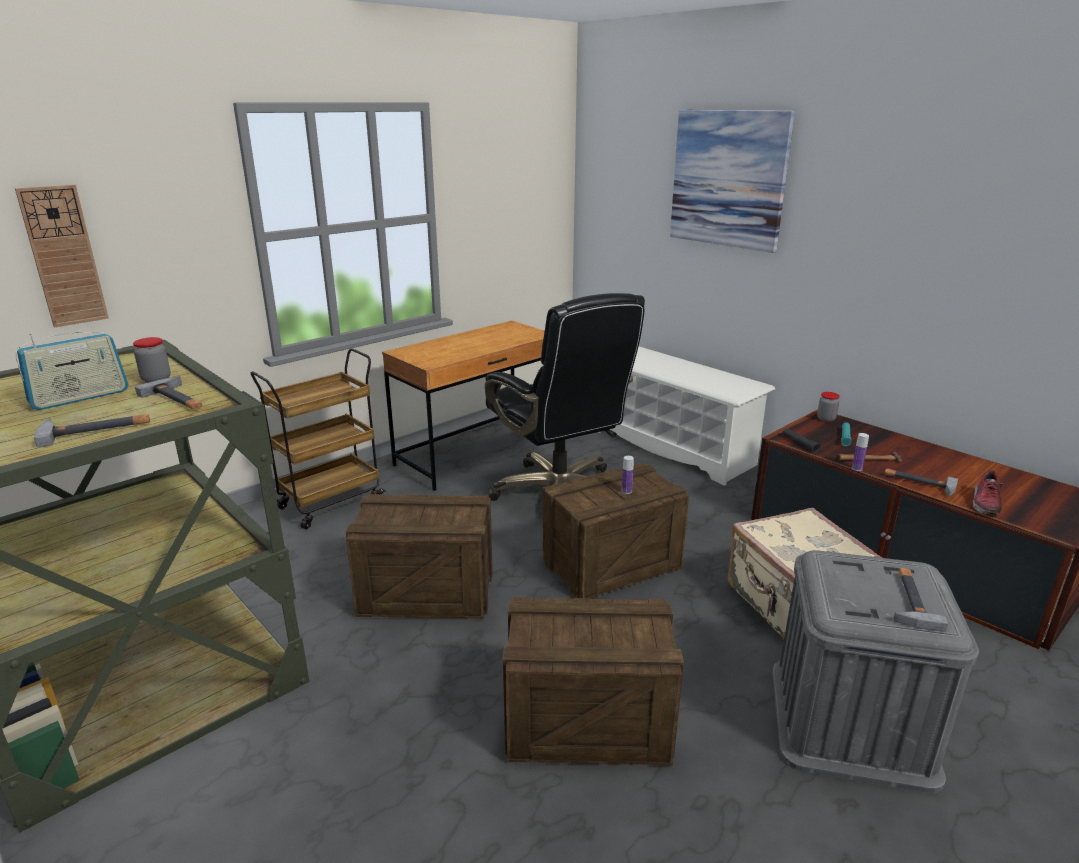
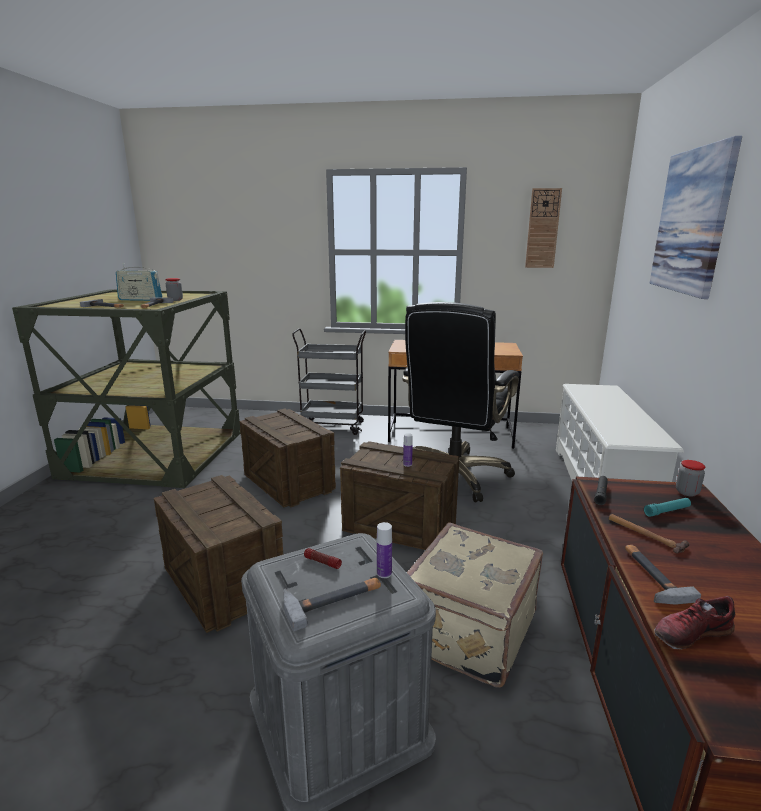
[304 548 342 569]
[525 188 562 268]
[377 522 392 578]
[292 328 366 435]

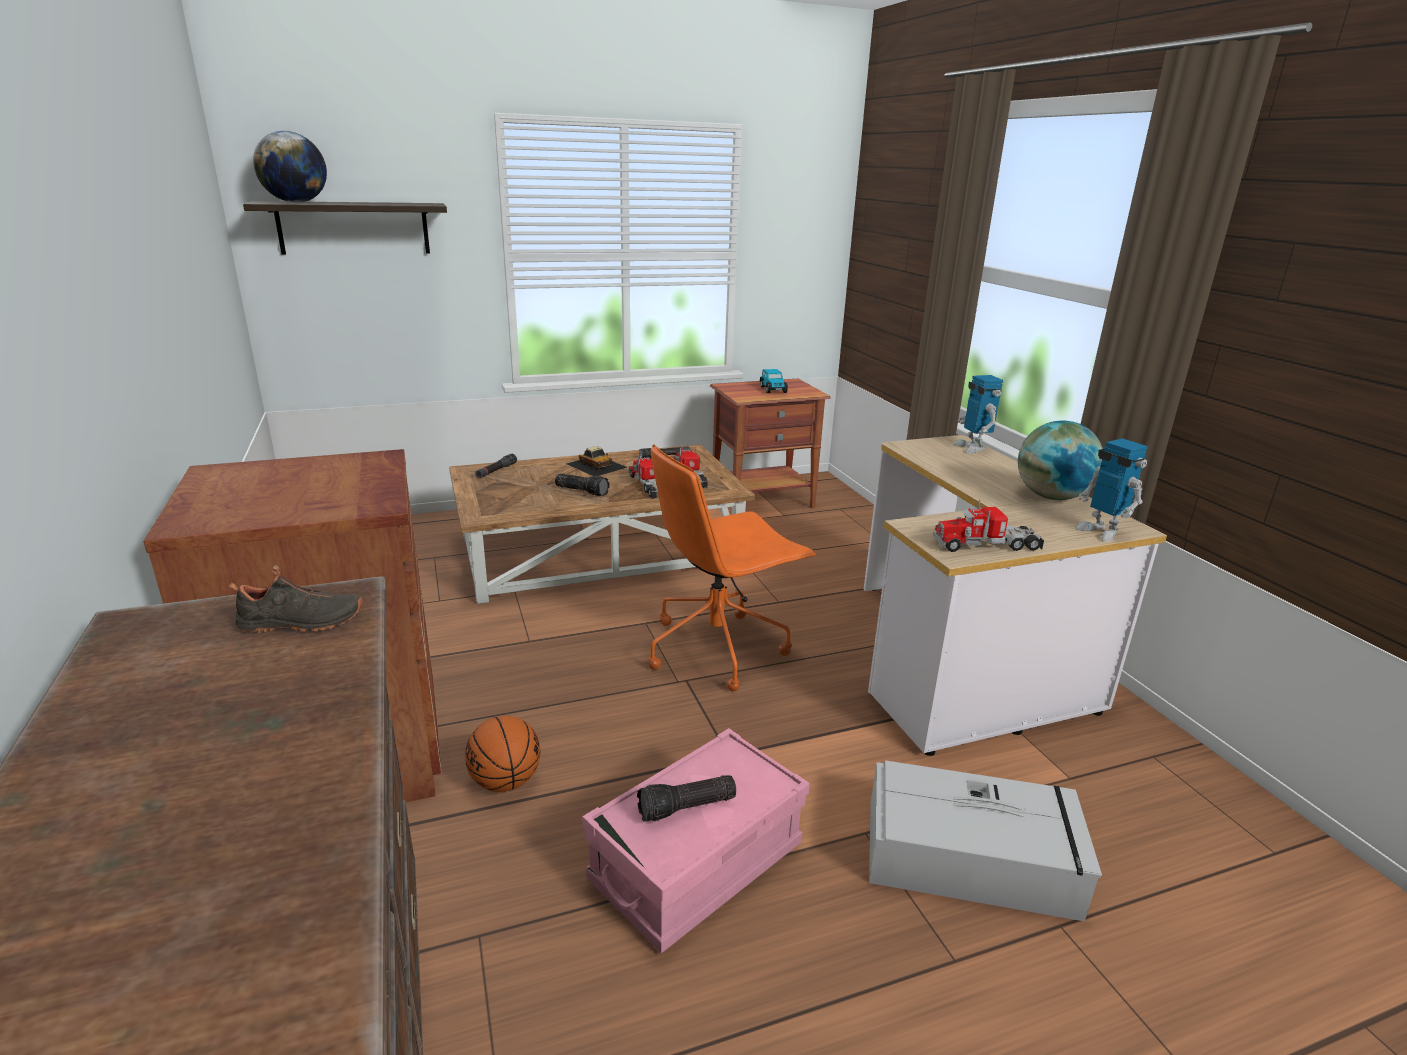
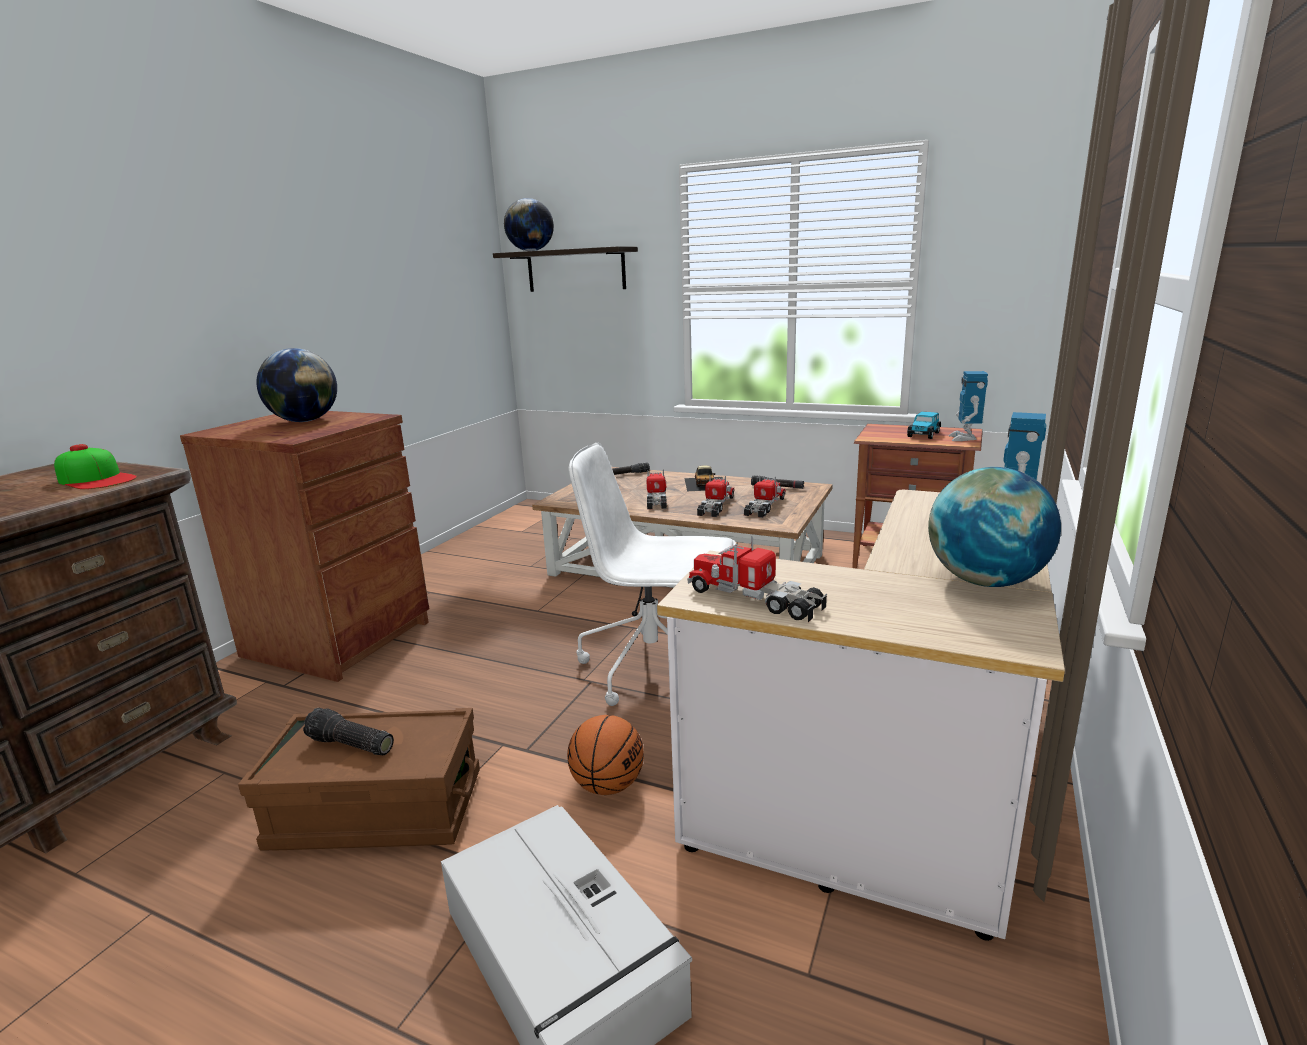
[256 348 337 422]
[567 715 644 795]
[949 371 988 441]
[54 444 137 489]
[646 470 667 509]
[238 708 480 851]
[568 443 736 706]

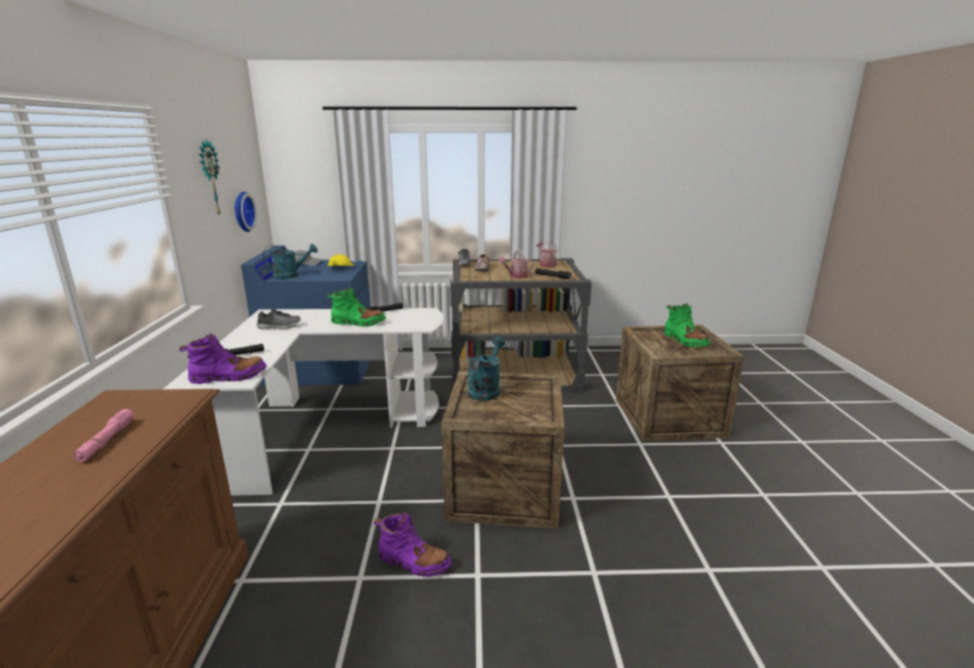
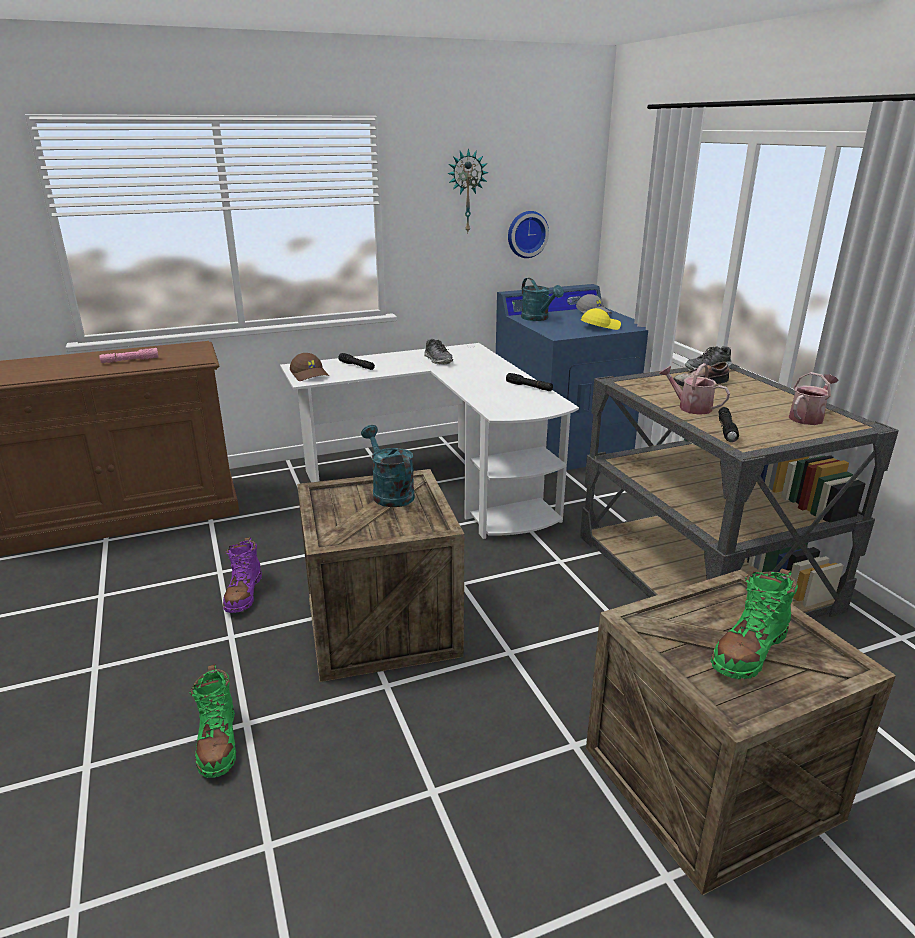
[189 664 236 778]
[290 353 329 381]
[361 425 415 507]

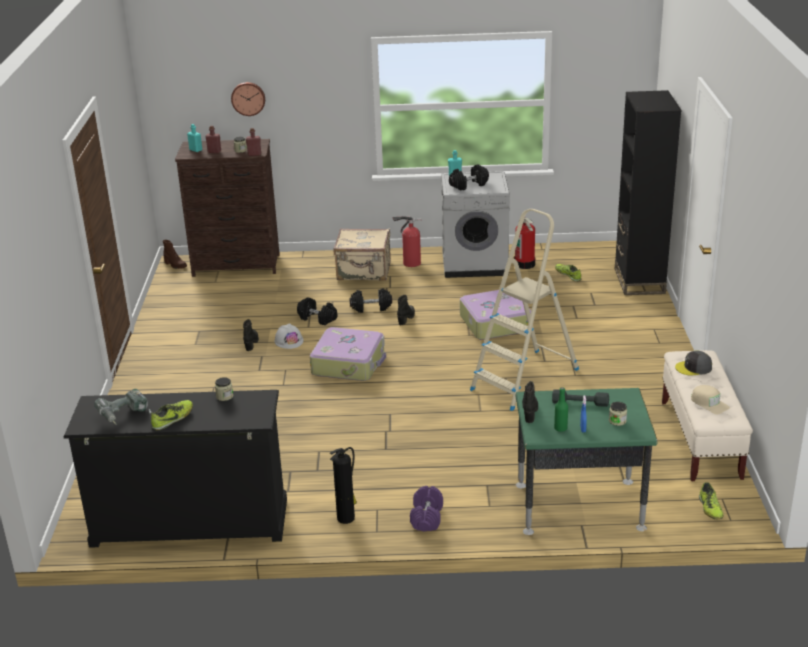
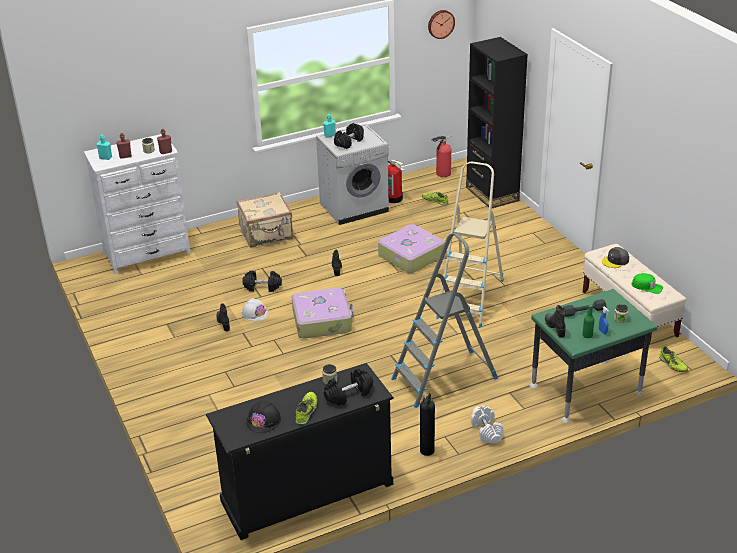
[163 240 187 269] (first image)
[391 233 498 408]
[428 10 455 39]
[324 369 373 406]
[431 135 451 177]
[246 401 281 433]
[84 134 190 274]
[471 405 504 443]
[631 273 663 294]

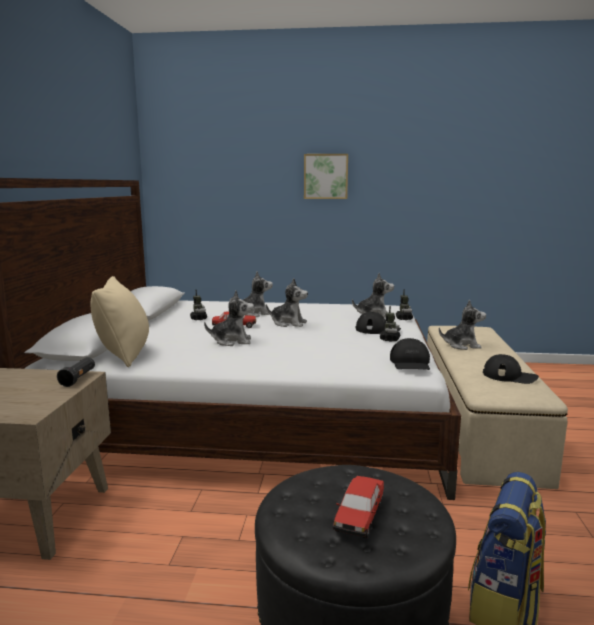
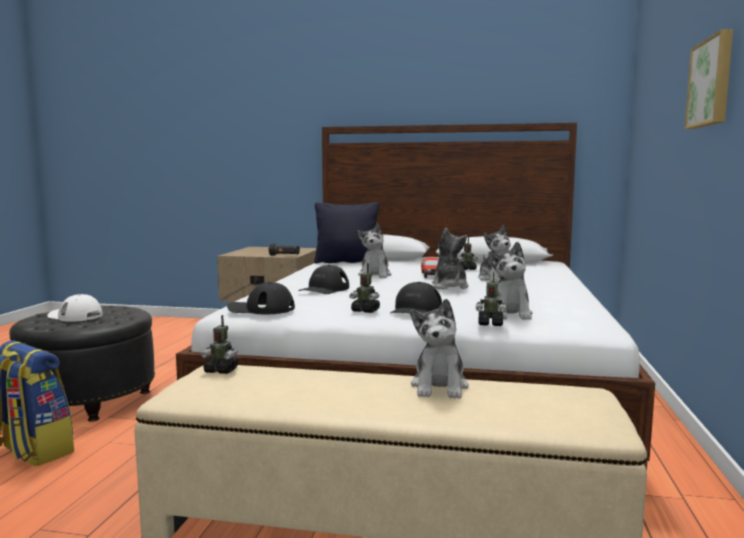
[201 315 239 374]
[298 265 349 294]
[47 294 103 322]
[314 202 379 264]
[432 228 469 290]

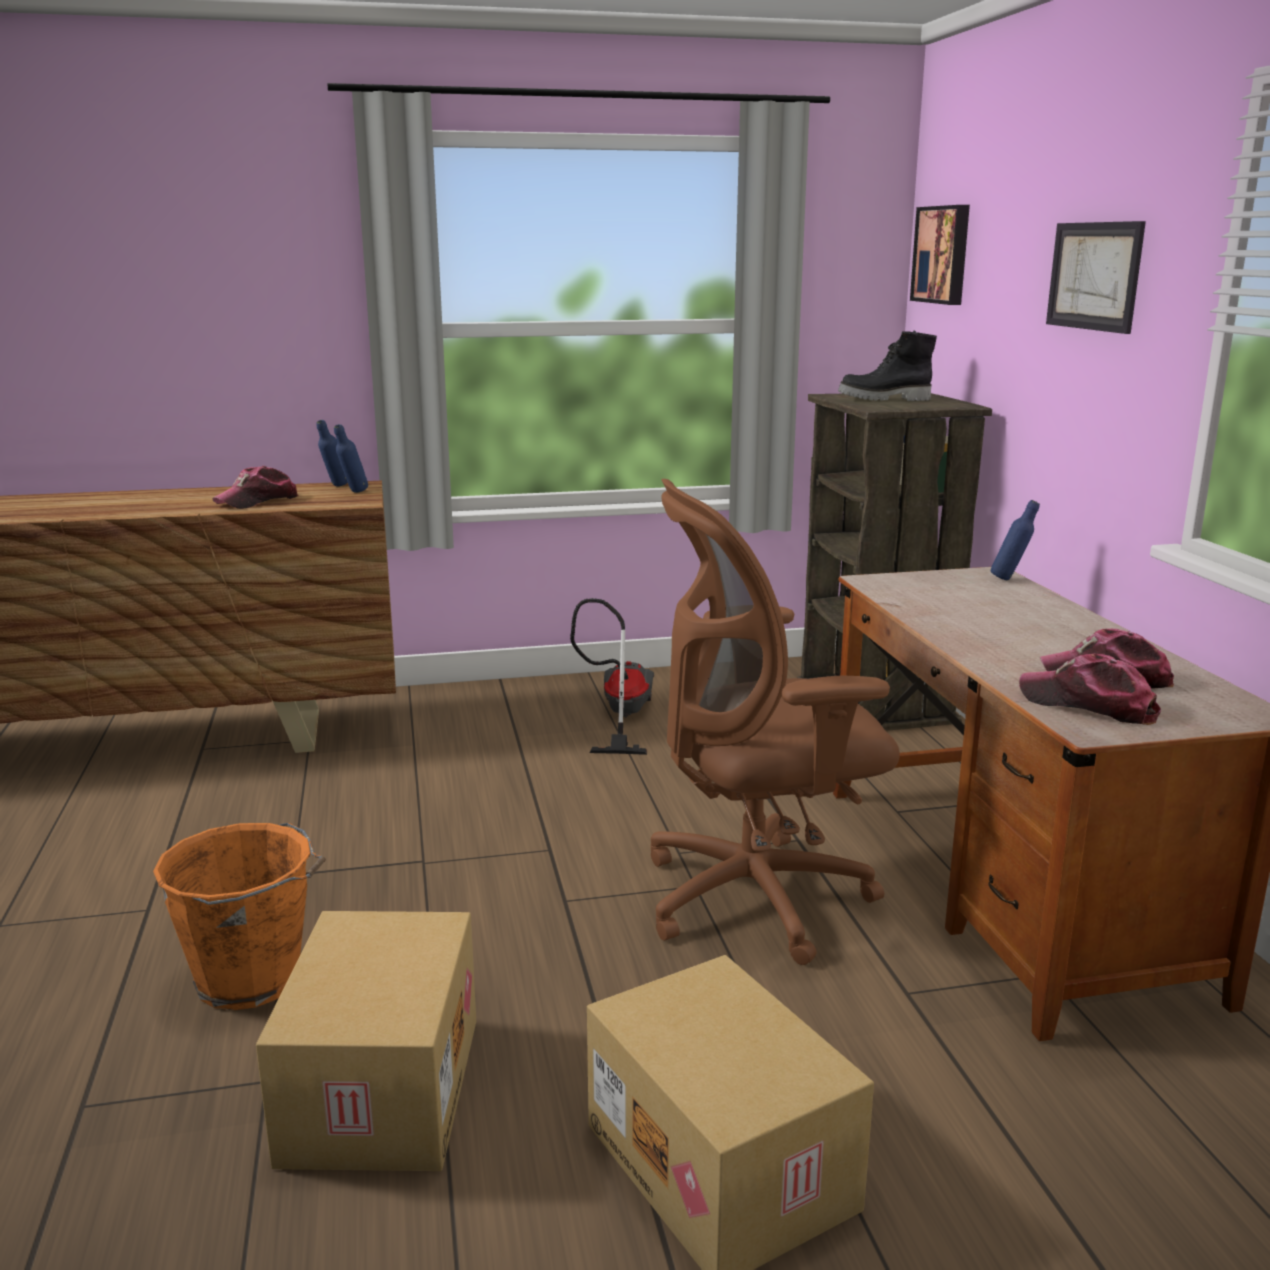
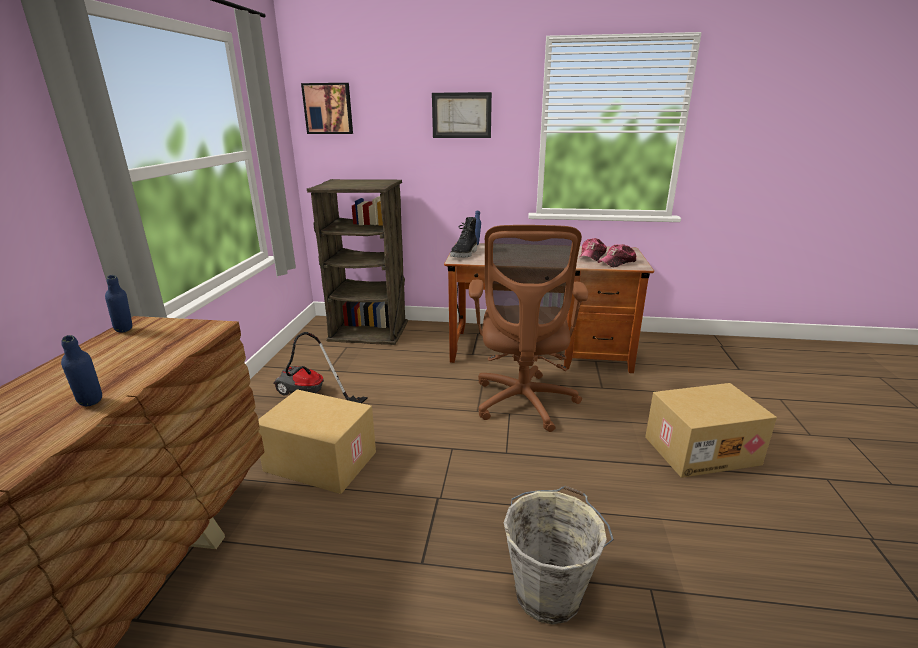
[213 466 299 509] (first image)
[258 389 376 494]
[61 335 102 406]
[450 217 477 258]
[504 485 614 625]

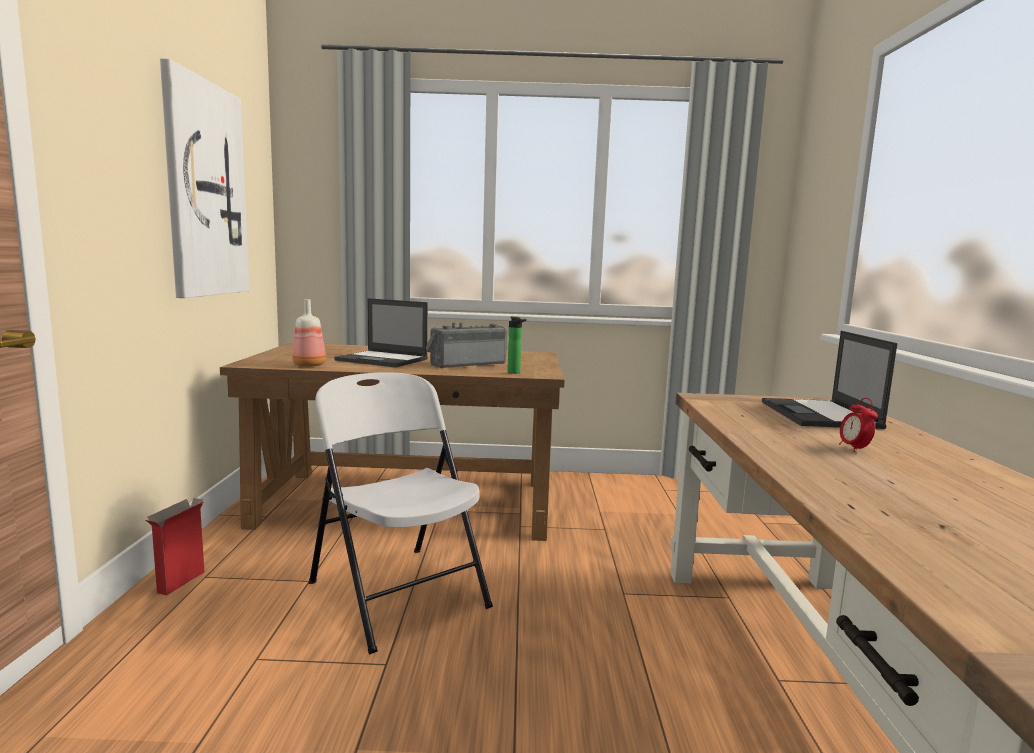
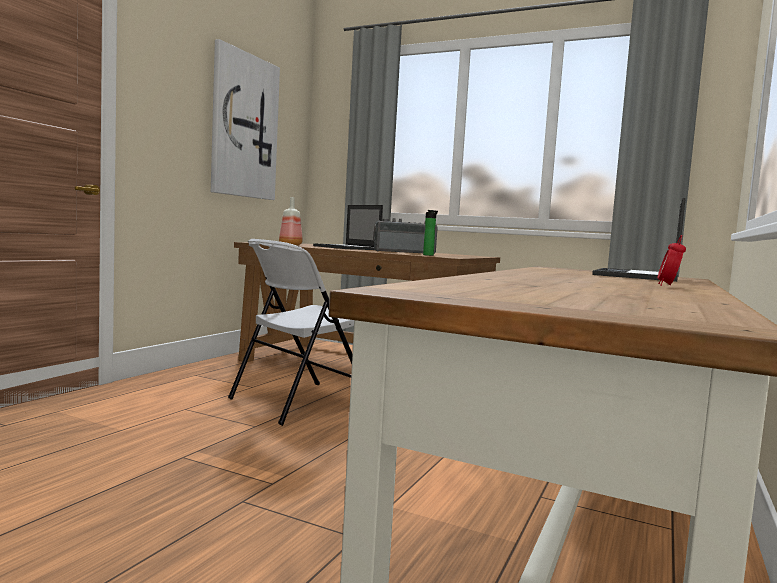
[146 498 204 595] (first image)
[657 235 686 286]
[228 239 354 426]

